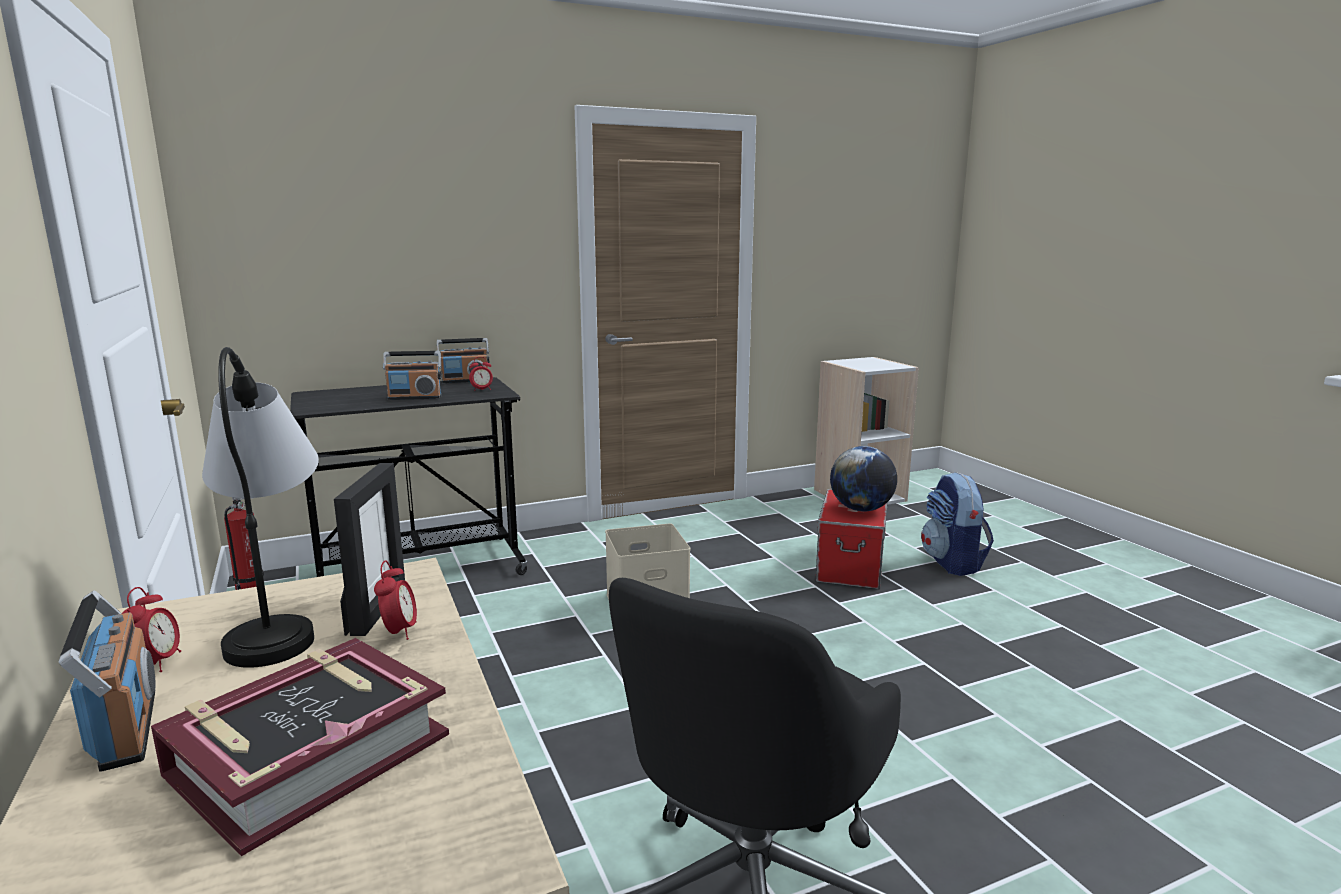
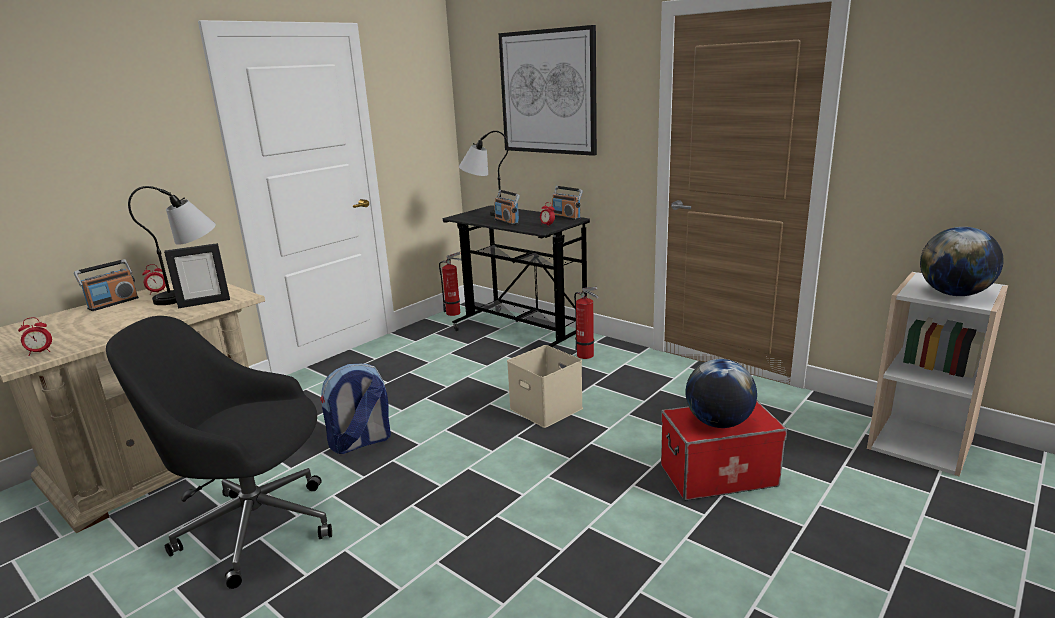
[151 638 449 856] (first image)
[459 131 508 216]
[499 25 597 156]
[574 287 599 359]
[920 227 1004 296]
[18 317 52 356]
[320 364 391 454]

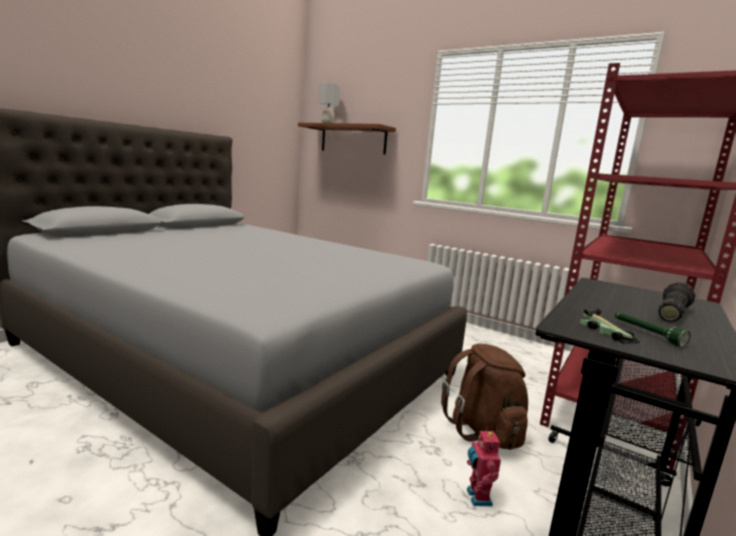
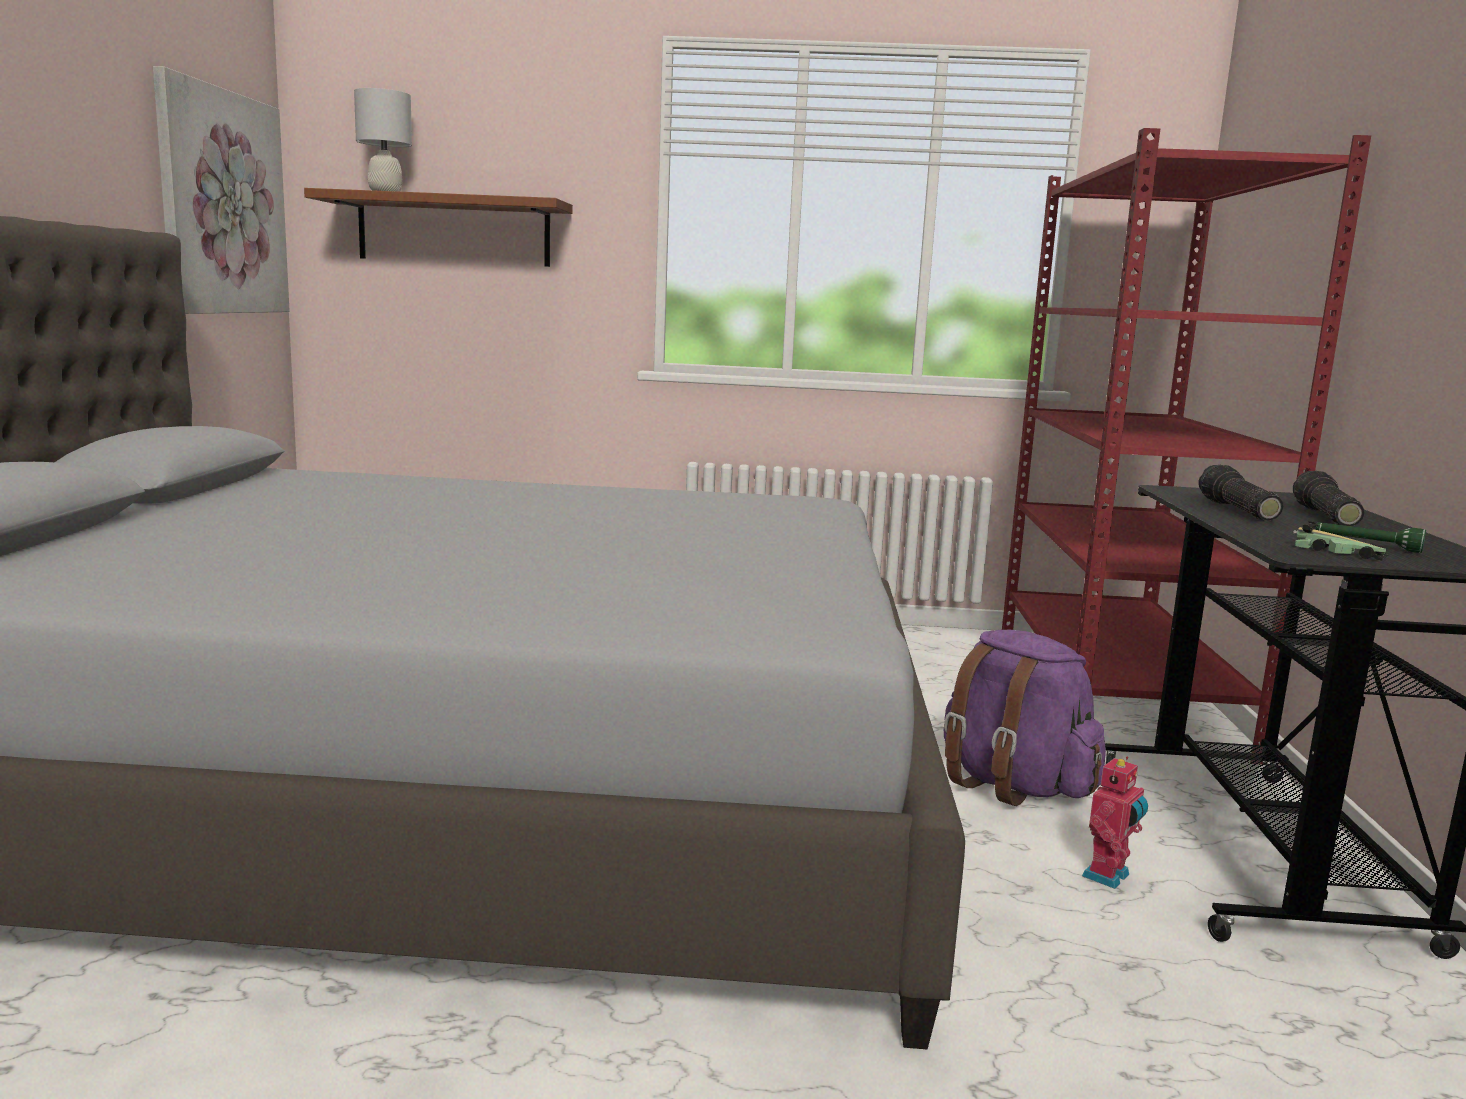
[153 66 290 314]
[1198 465 1283 521]
[944 630 1106 806]
[1082 757 1148 889]

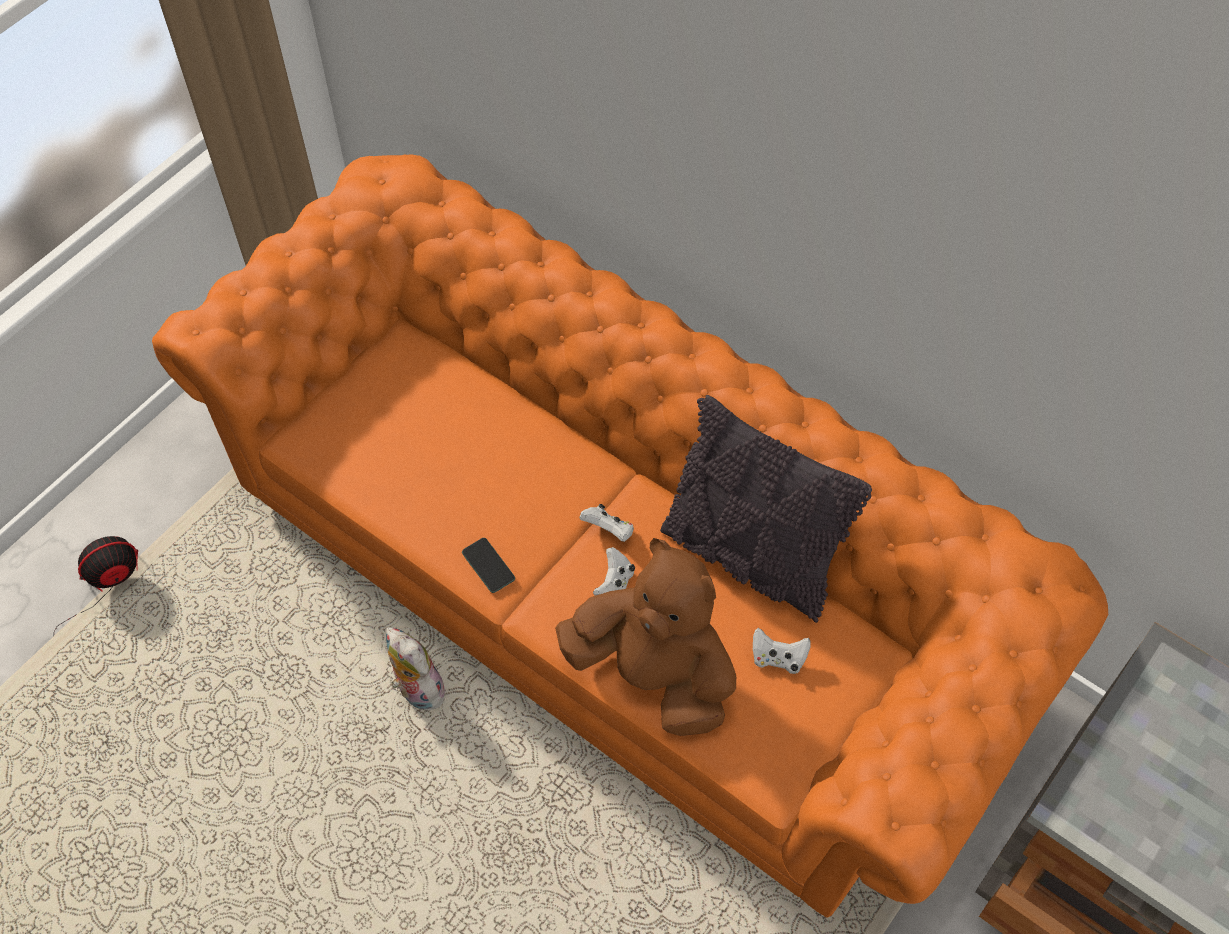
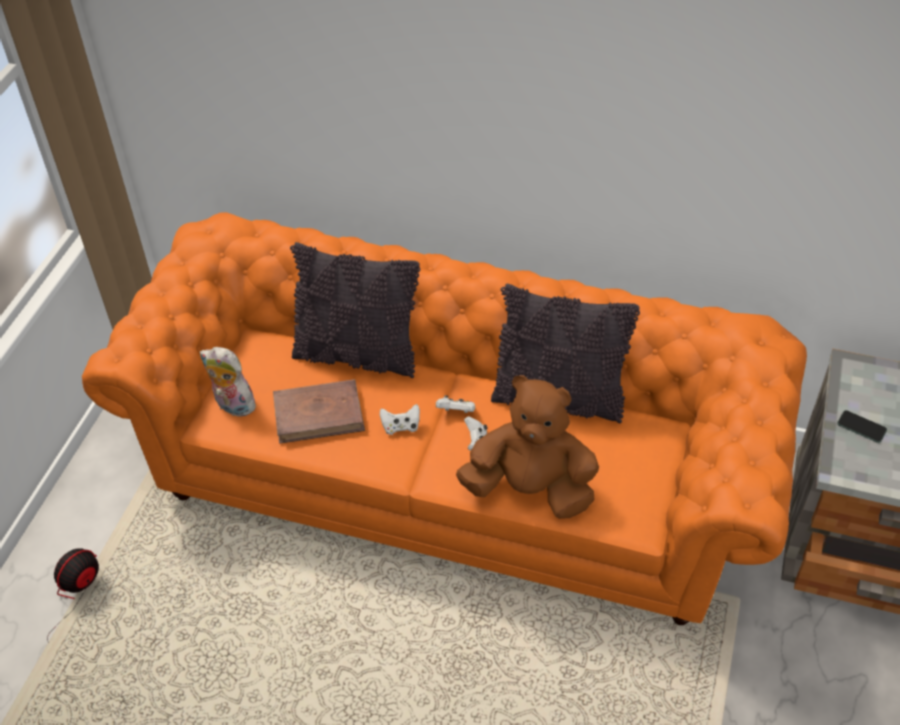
[273 379 365 444]
[290 242 421 378]
[200 347 256 417]
[837 410 887 443]
[380 404 420 435]

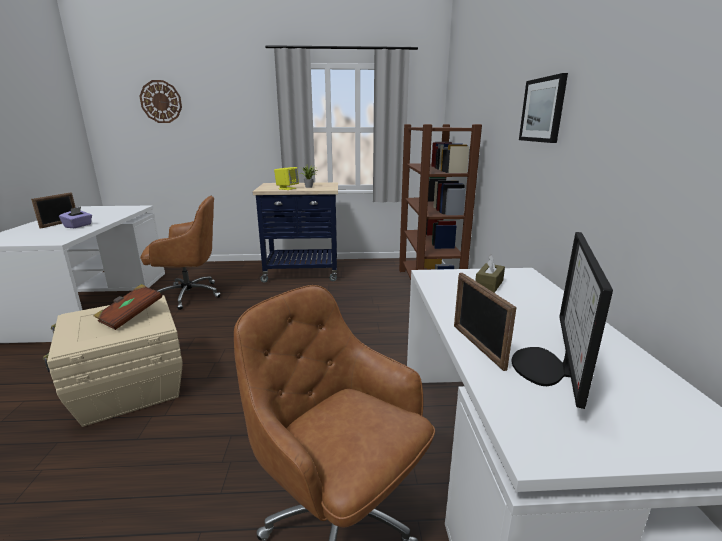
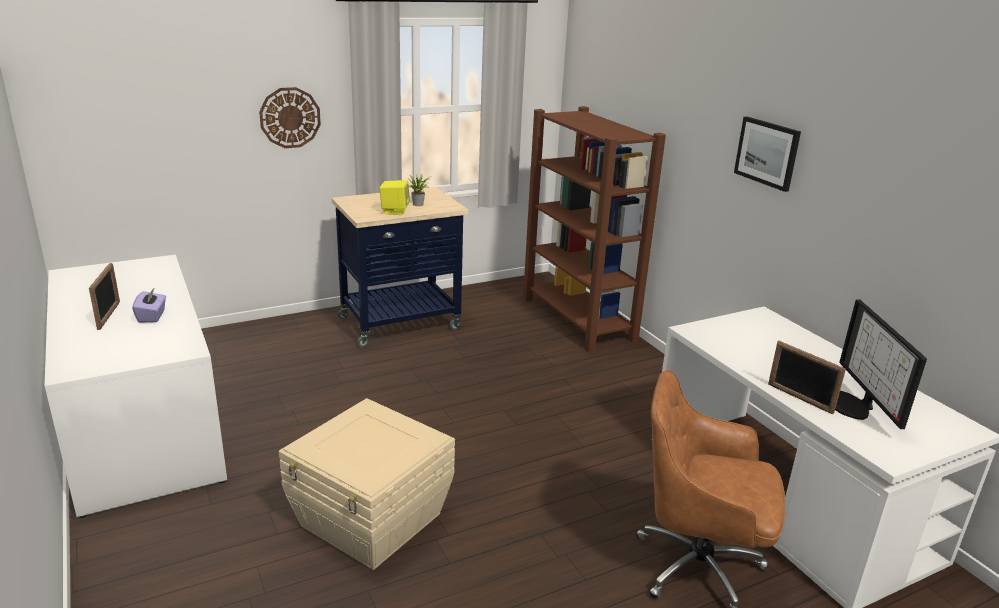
[93 284 162 330] (first image)
[140 195 221 310] (first image)
[475 255 505 293] (first image)
[259 87 321 148]

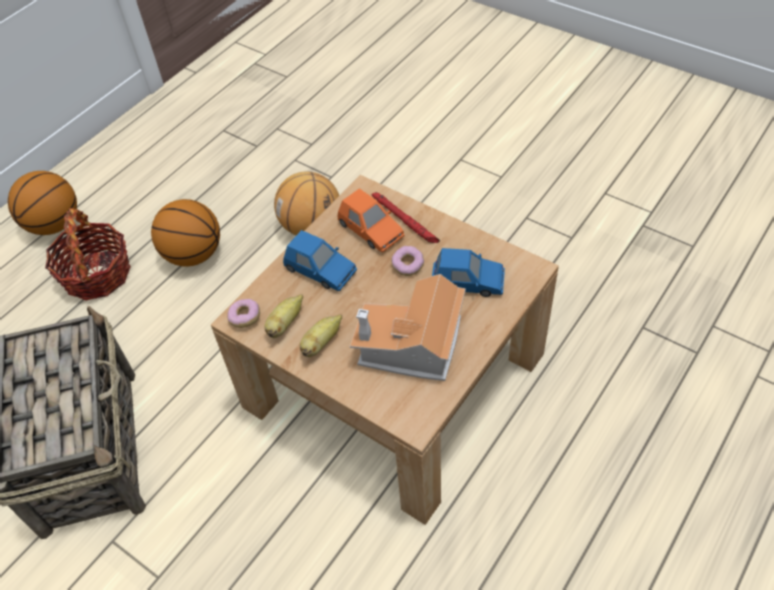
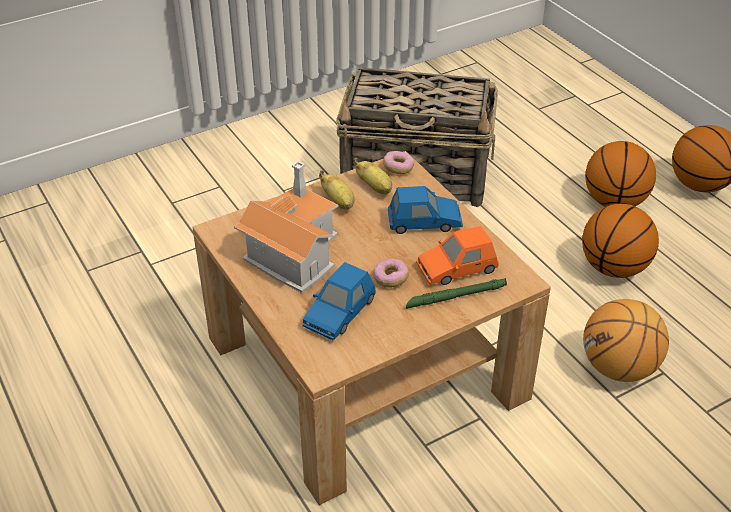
[585 141 656 207]
[406 278 507 309]
[388 186 463 234]

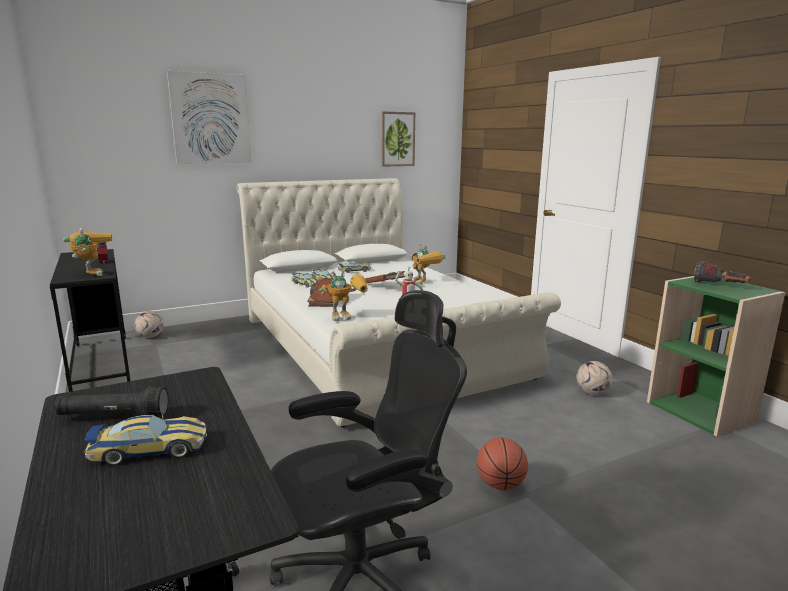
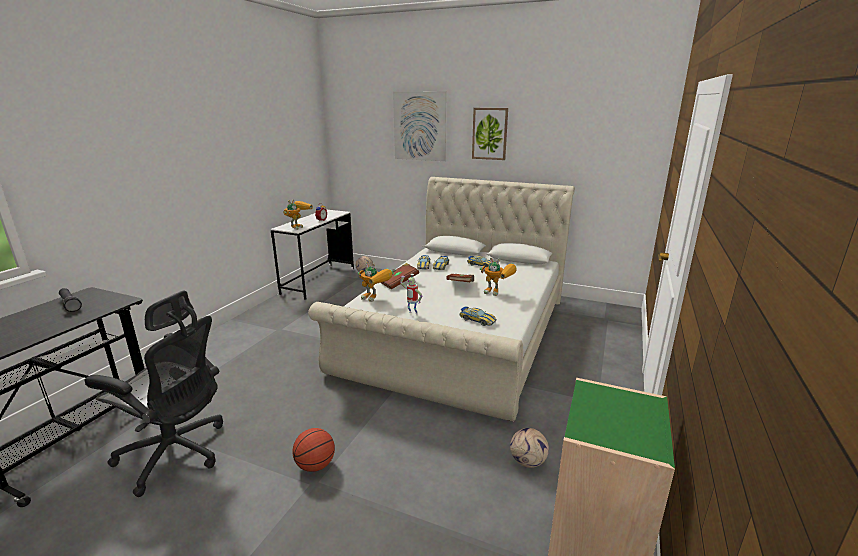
[694 261 751 283] (first image)
[459 306 496 326]
[472 108 508 160]
[271 209 354 300]
[480 258 517 296]

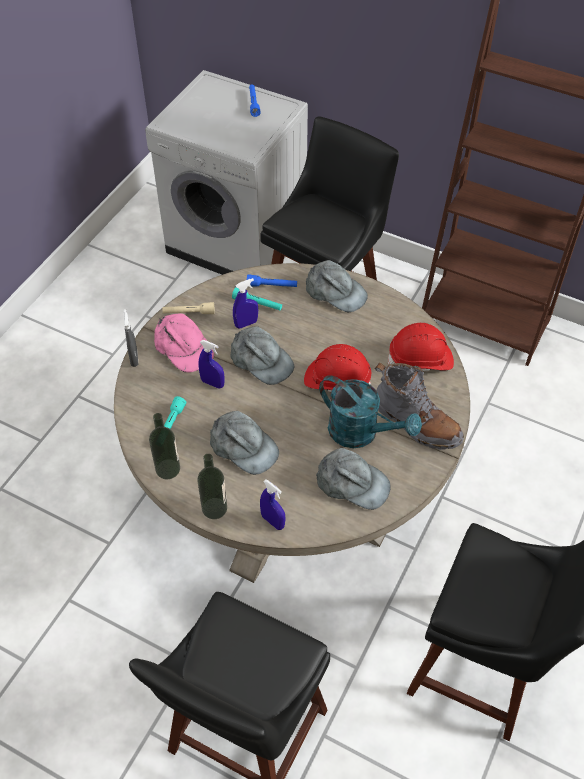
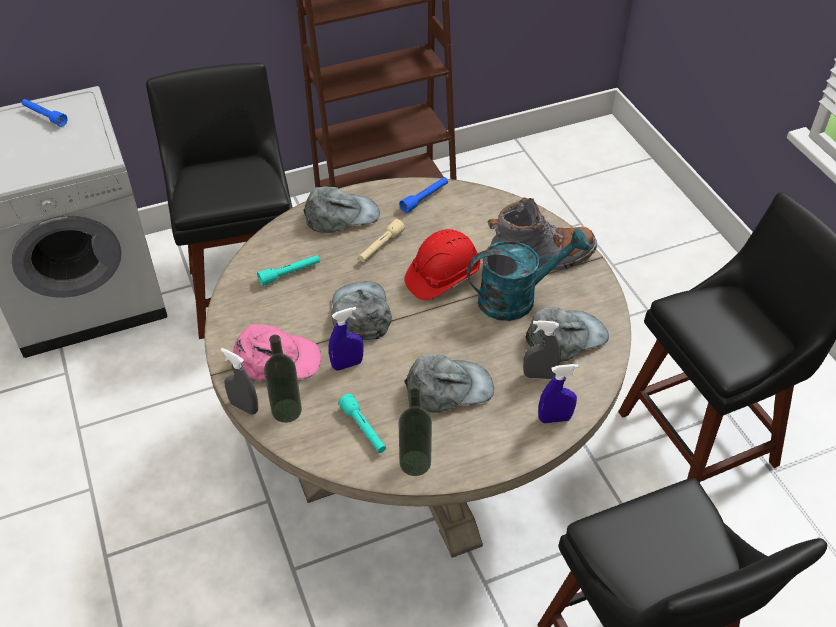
[233 278 258 329] (first image)
[388 323 454 371] (first image)
[523 320 561 379]
[359 219 405 262]
[264 335 302 423]
[399 177 448 213]
[331 281 392 340]

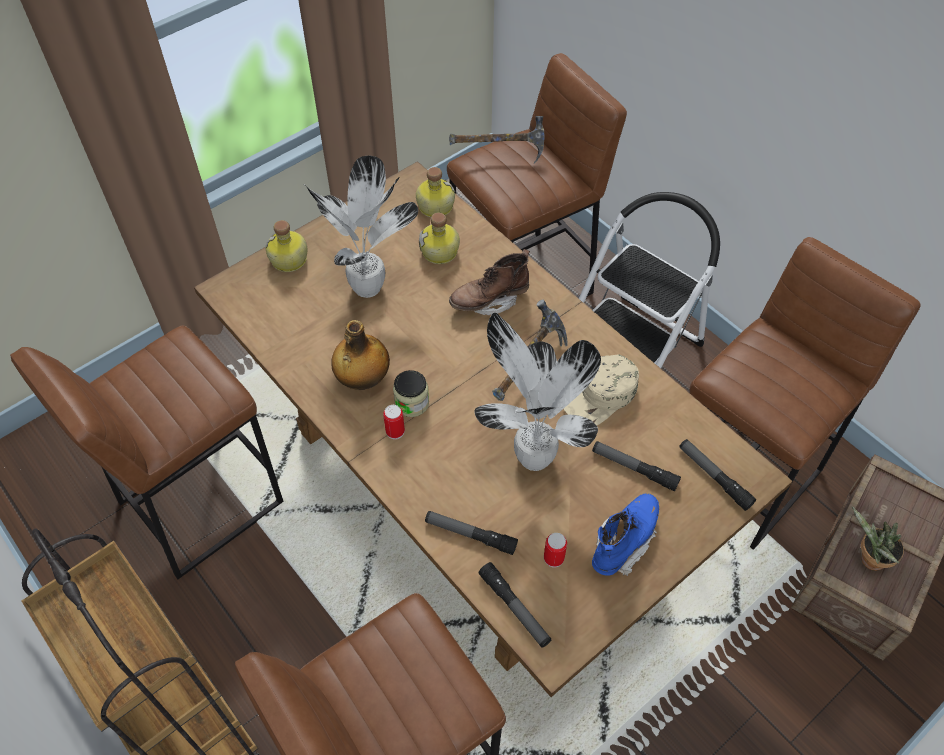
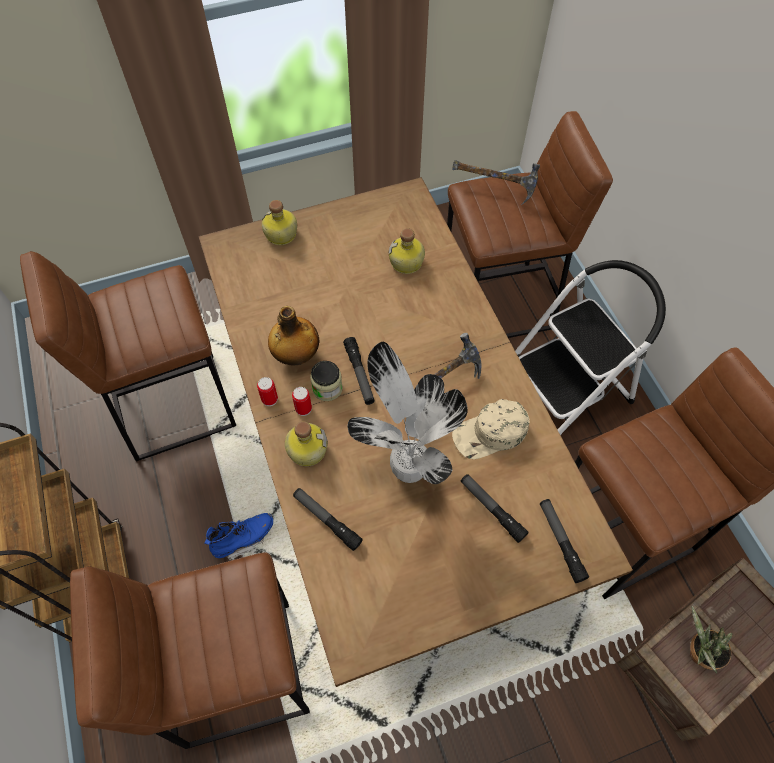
[304 155 418 298] (first image)
[449 249 530 315] (first image)
[285 421 328 467]
[343 337 375 405]
[257 377 278 406]
[204 513 273 561]

